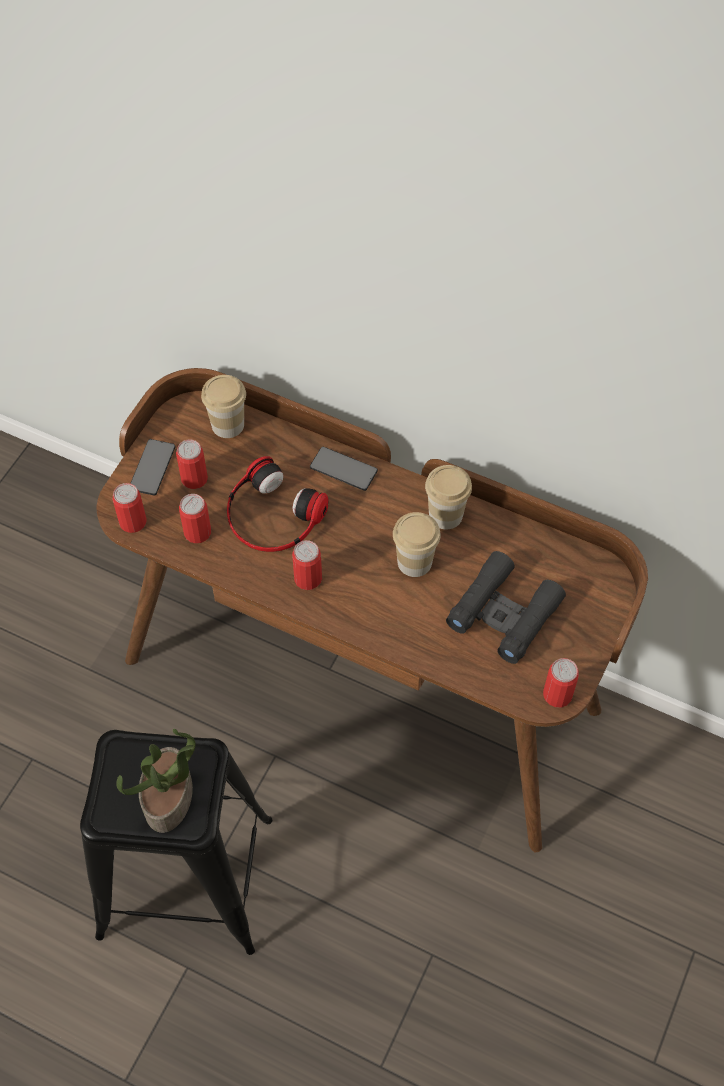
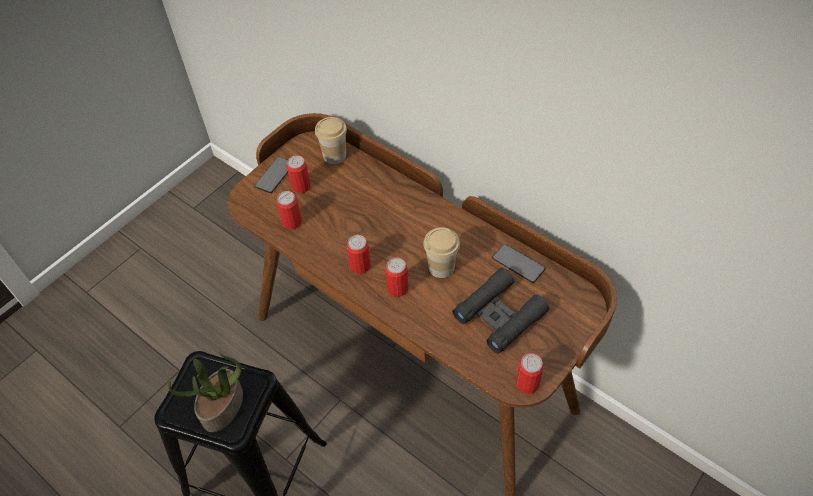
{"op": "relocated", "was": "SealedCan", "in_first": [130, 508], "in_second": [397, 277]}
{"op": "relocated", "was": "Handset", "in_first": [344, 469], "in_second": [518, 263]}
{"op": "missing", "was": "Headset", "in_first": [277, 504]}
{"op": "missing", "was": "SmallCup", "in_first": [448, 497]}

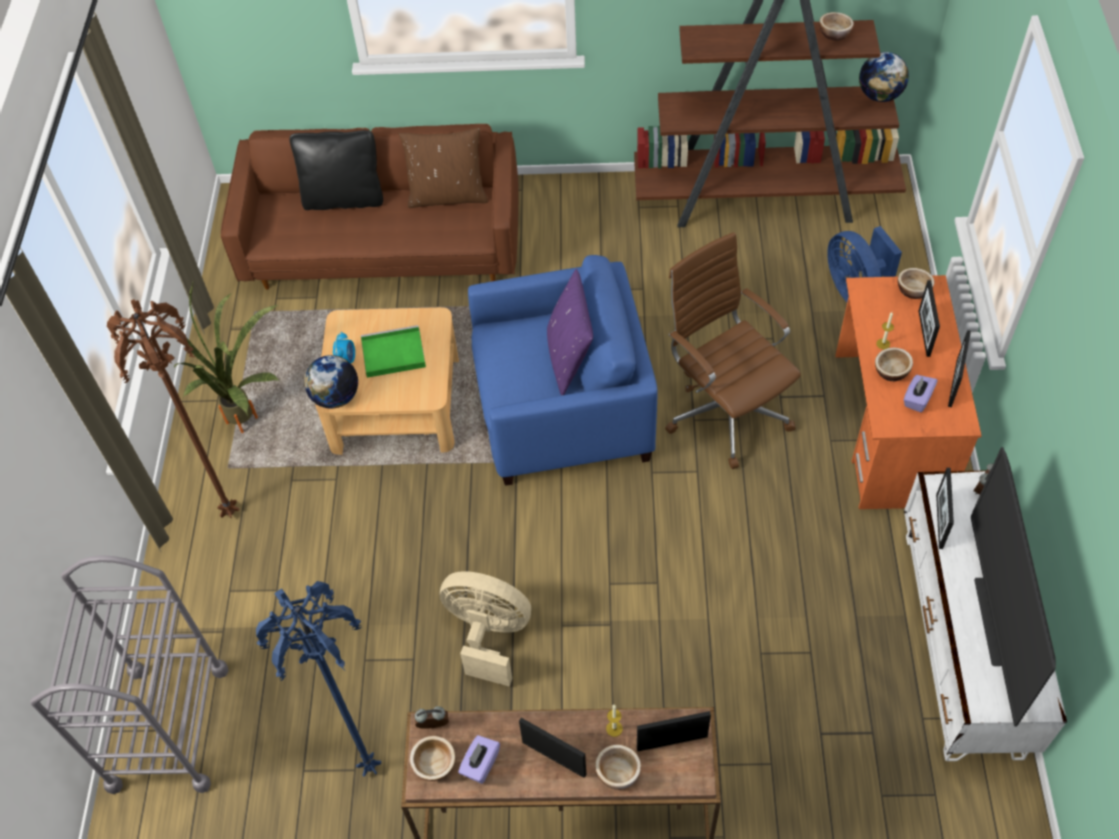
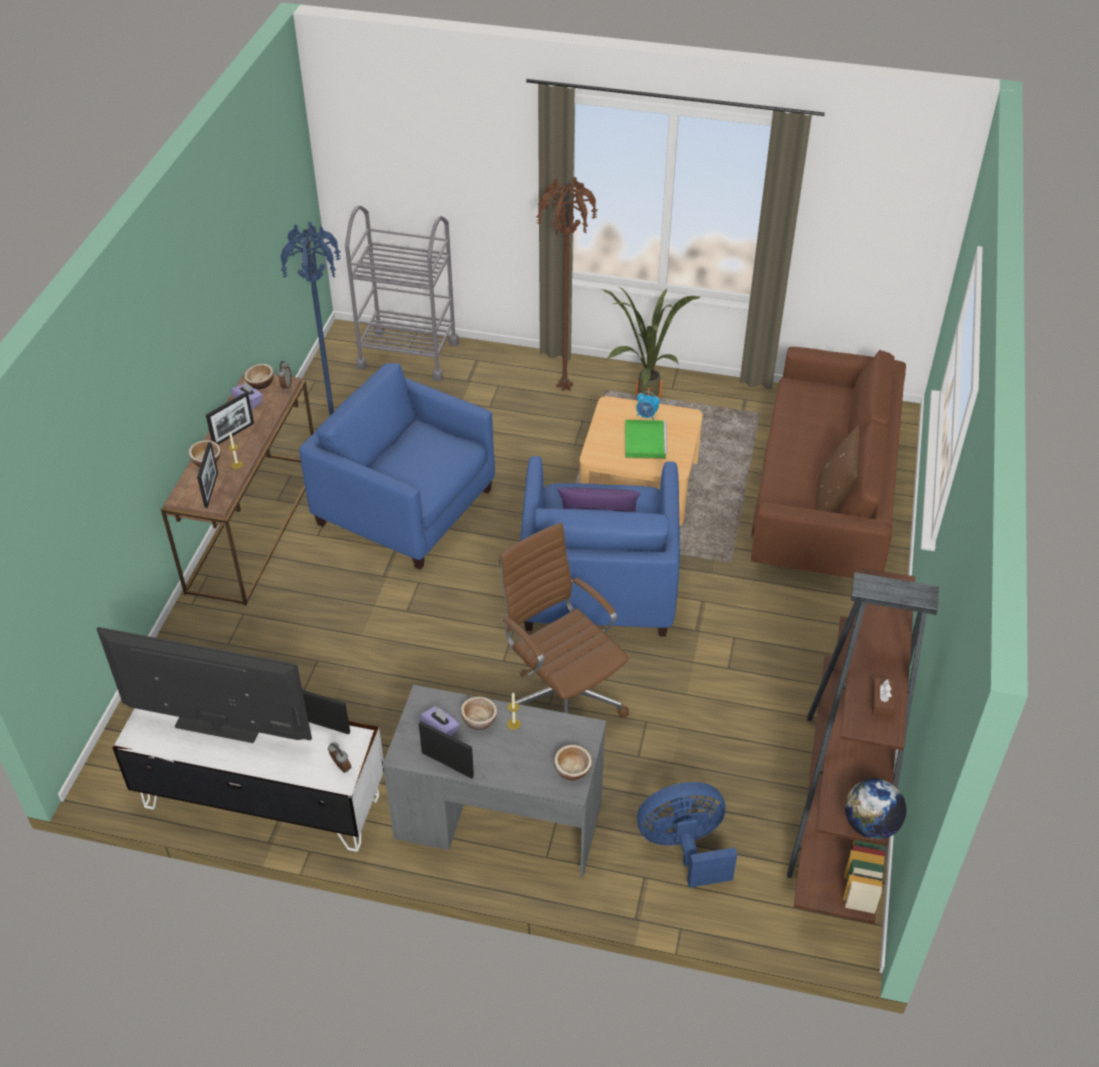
{"op": "exchanged", "was": "BeigeCoolingFan", "now": "BlueColouredLoungeChair", "in_first": [485, 629], "in_second": [397, 466]}
{"op": "colour", "was": "OrangeDesk", "now": "GreyDesk", "in_first": [908, 392], "in_second": [494, 781]}
{"op": "spun", "was": "BrownishOfficeChair", "in_first": [733, 350], "in_second": [564, 620], "clockwise": -105}
{"op": "exchanged", "was": "DeepDish", "now": "BrownishBoxOfTissues", "in_first": [836, 26], "in_second": [883, 698]}
{"op": "missing", "was": "BlackishThrowPillow", "in_first": [336, 170]}
{"op": "missing", "was": "DeskGlobe", "in_first": [331, 382]}
{"op": "missing", "was": "PhotoFrame", "in_first": [929, 318]}

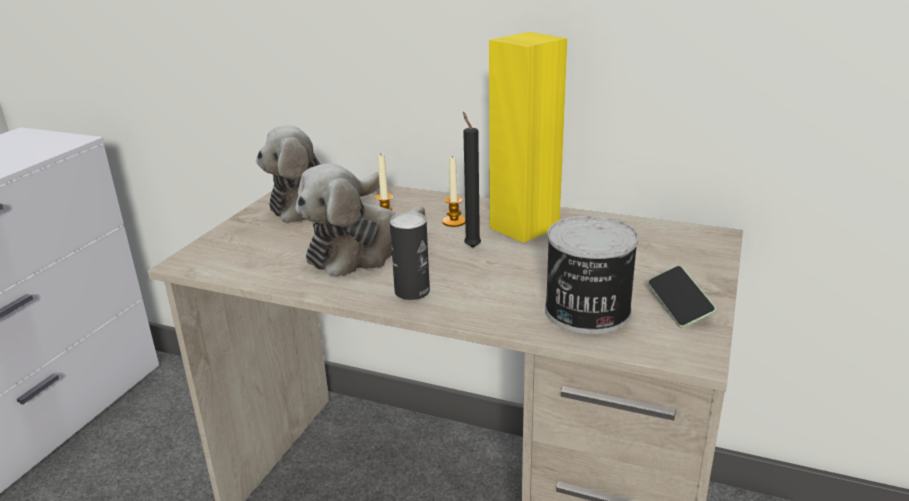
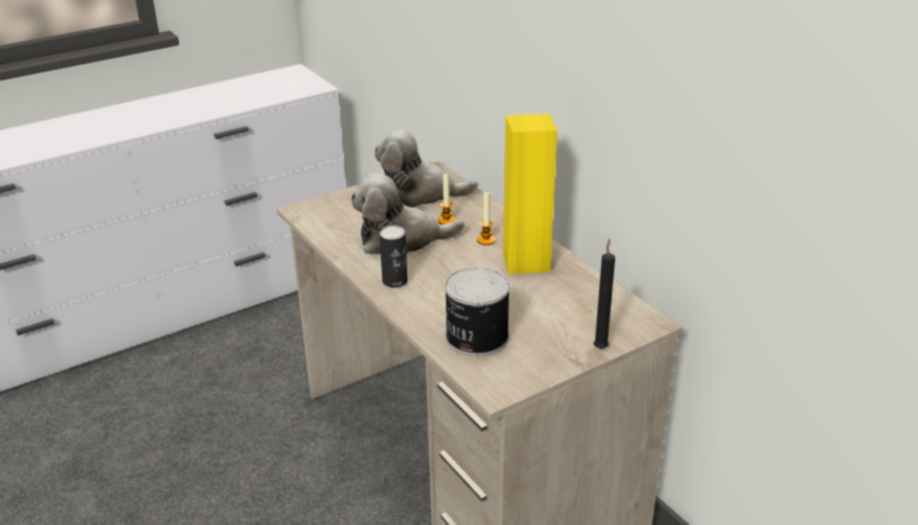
{"op": "relocated", "was": "BlackishWaxCandle", "in_first": [472, 180], "in_second": [604, 293]}
{"op": "missing", "was": "Handset", "in_first": [681, 297]}

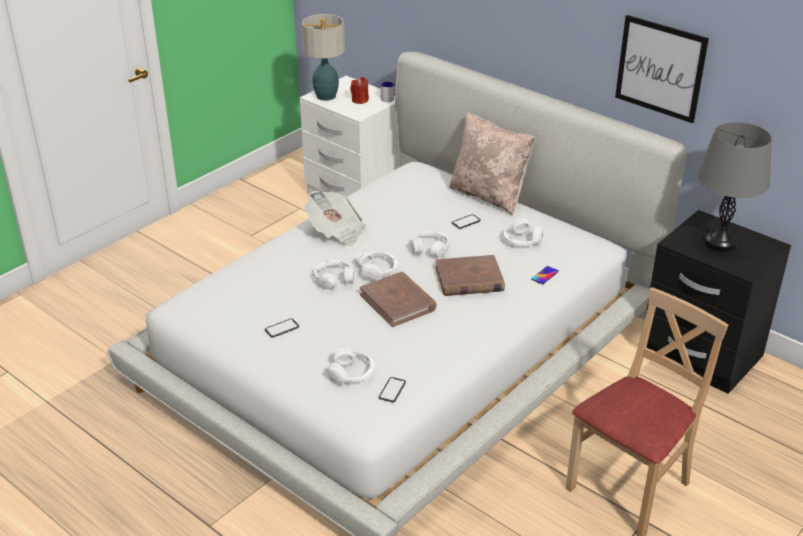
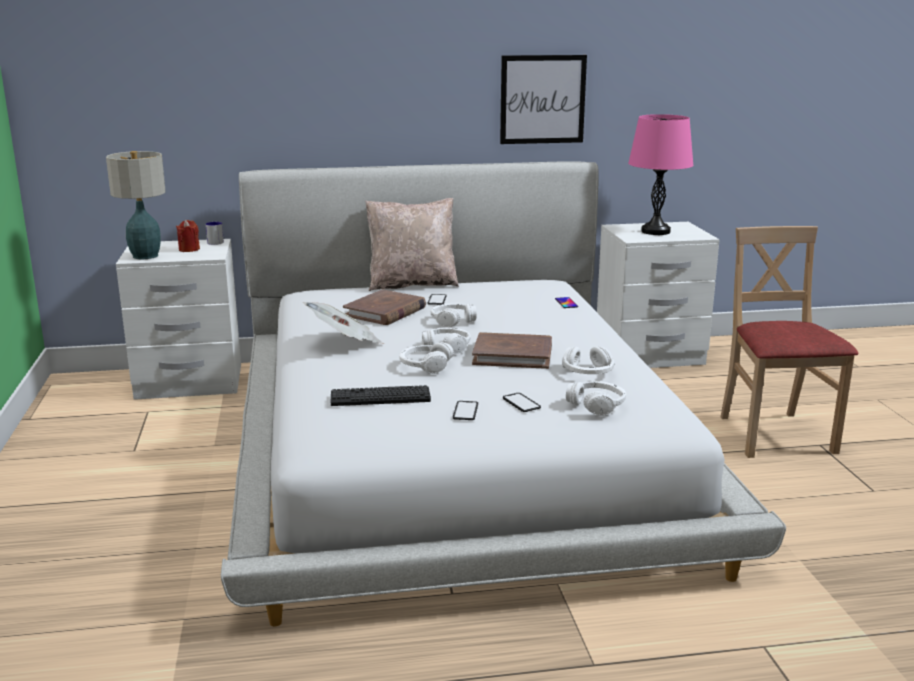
{"op": "appeared", "now": "Keyboard", "in_second": [381, 395]}
{"op": "relocated", "was": "BrownishBoundBook", "in_first": [470, 275], "in_second": [384, 307]}
{"op": "relocated", "was": "Handset", "in_first": [392, 389], "in_second": [522, 402]}
{"op": "relocated", "was": "WhitishHeadset", "in_first": [523, 232], "in_second": [588, 360]}
{"op": "colour", "was": "BlackishNightTable", "now": "WhitishNightTable", "in_first": [718, 302], "in_second": [658, 295]}
{"op": "colour", "was": "GreyTabletopLamp", "now": "PinkishTabletopLamp", "in_first": [735, 187], "in_second": [661, 174]}

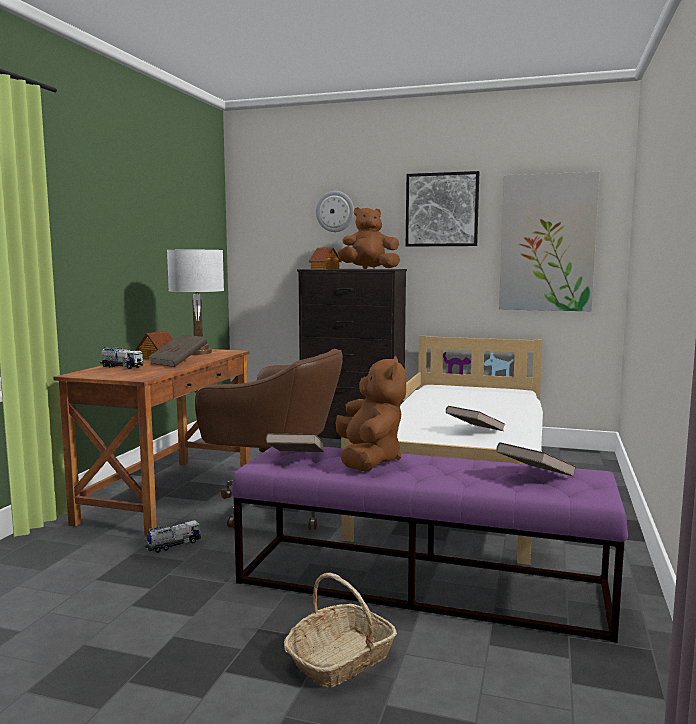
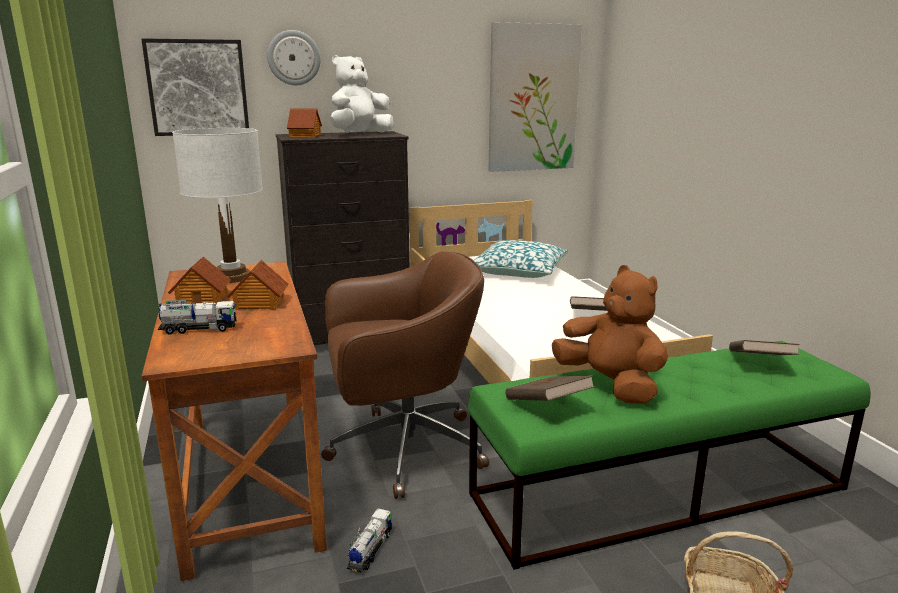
{"op": "relocated", "was": "WallPicture", "in_first": [442, 209], "in_second": [195, 87]}
{"op": "exchanged", "was": "BrownishBoundBook", "now": "MiniatureHouse", "in_first": [178, 350], "in_second": [257, 285]}
{"op": "colour", "was": "BrownishSoftToy", "now": "WhitishSoftToy", "in_first": [368, 238], "in_second": [362, 94]}
{"op": "colour", "was": "PurpleBench", "now": "GreenColouredBench", "in_first": [430, 545], "in_second": [669, 455]}
{"op": "appeared", "now": "ThrowPillow", "in_second": [521, 259]}

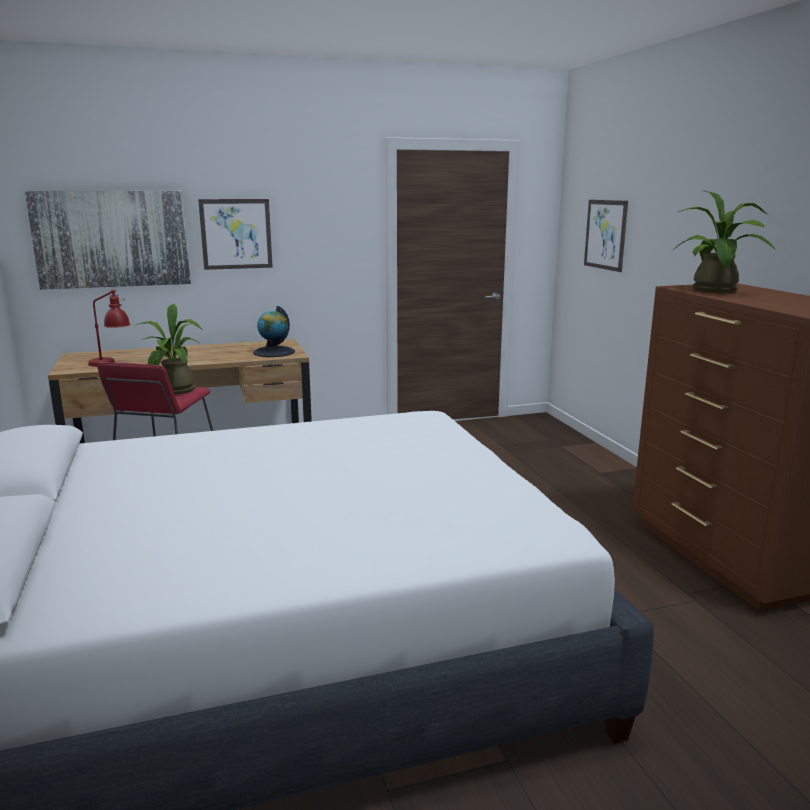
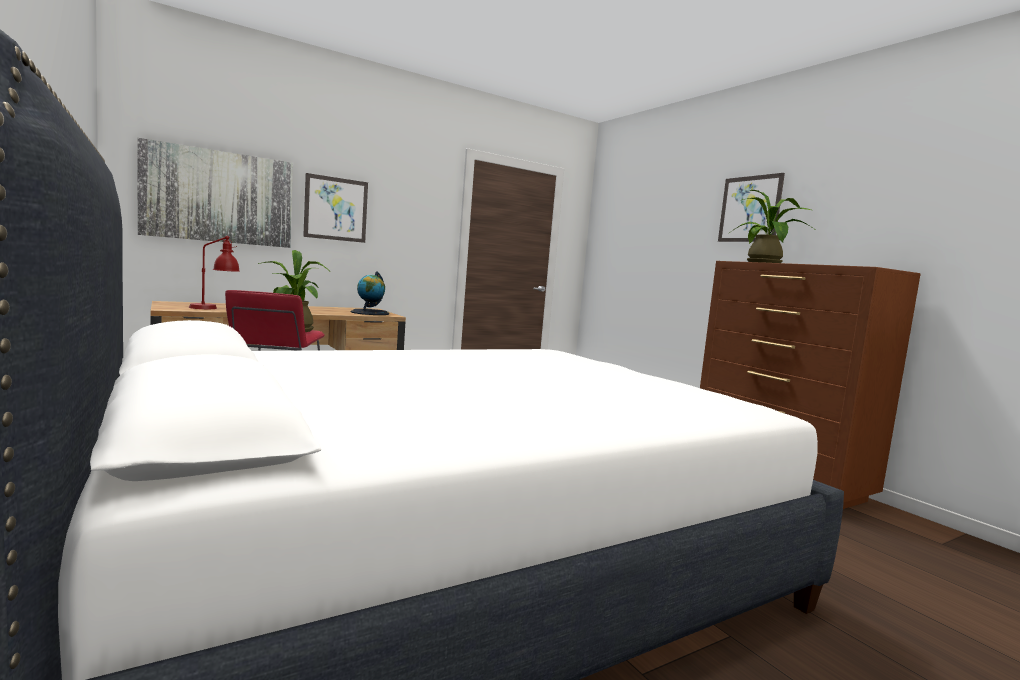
{"op": "relocated", "was": "WallPicture", "in_first": [606, 236], "in_second": [751, 207]}

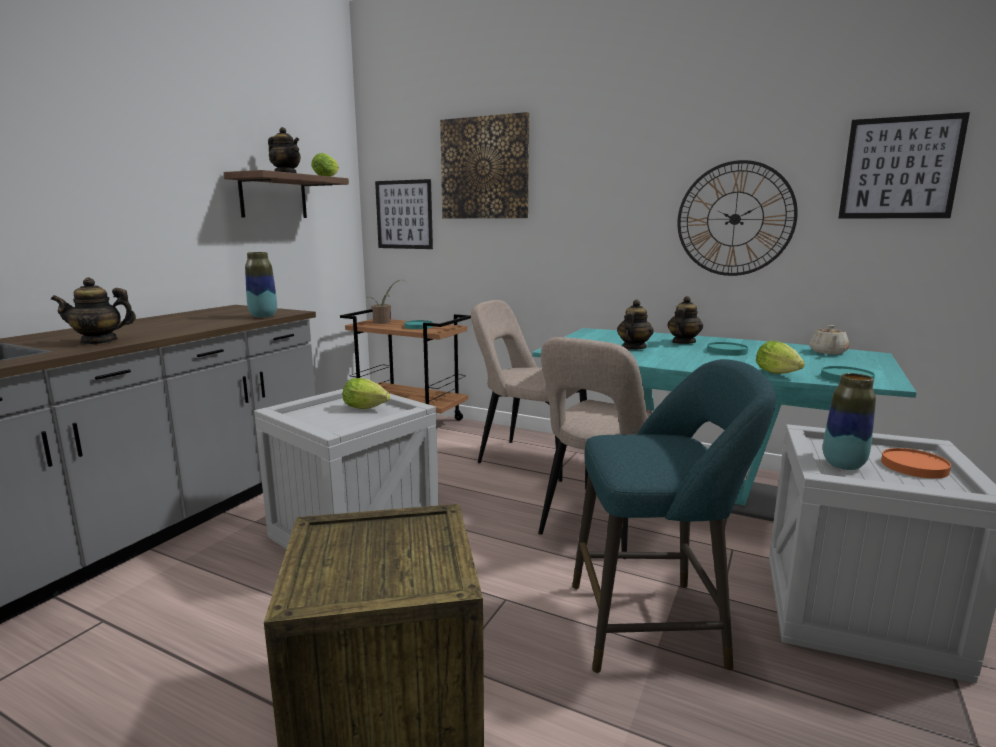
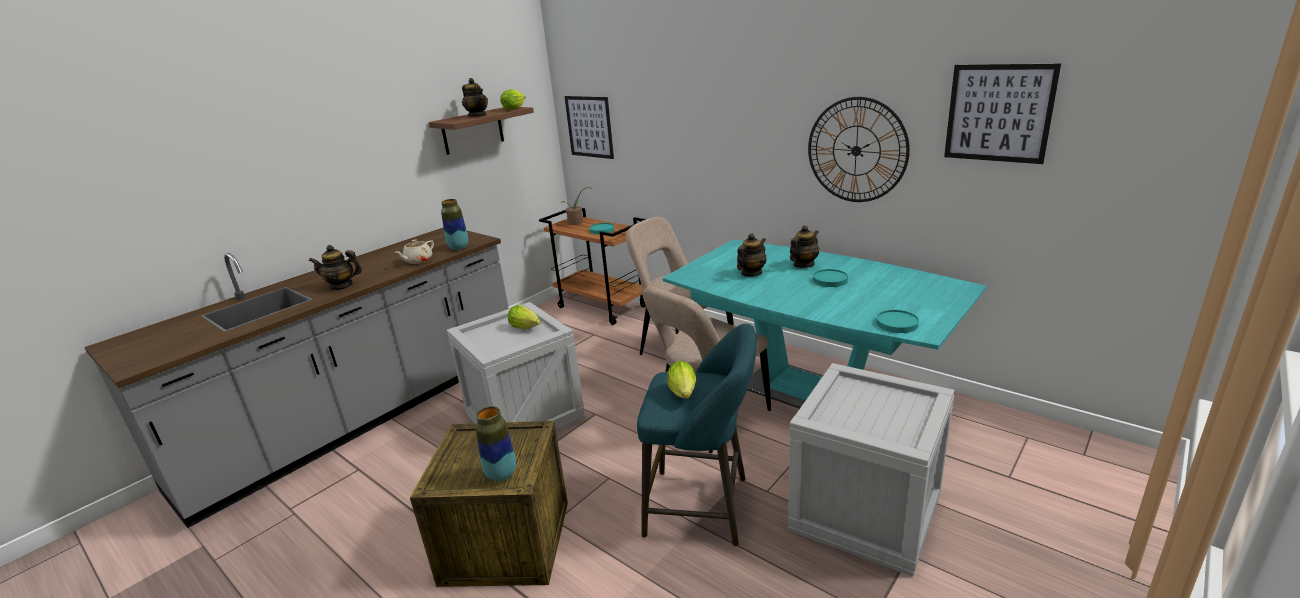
{"op": "relocated", "was": "BeigeTeaPot", "in_first": [829, 339], "in_second": [414, 251]}
{"op": "relocated", "was": "DecorativeVase", "in_first": [849, 421], "in_second": [496, 444]}
{"op": "relocated", "was": "LettuceHead", "in_first": [780, 357], "in_second": [681, 379]}
{"op": "missing", "was": "WallPicture", "in_first": [485, 165]}
{"op": "missing", "was": "OrangeDinnerPlate", "in_first": [916, 463]}

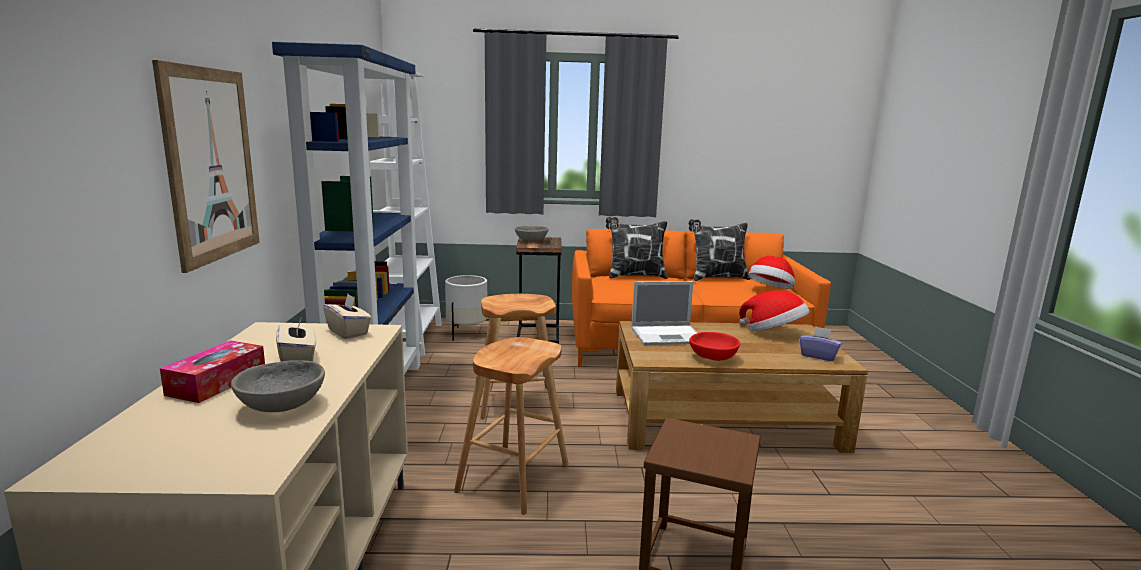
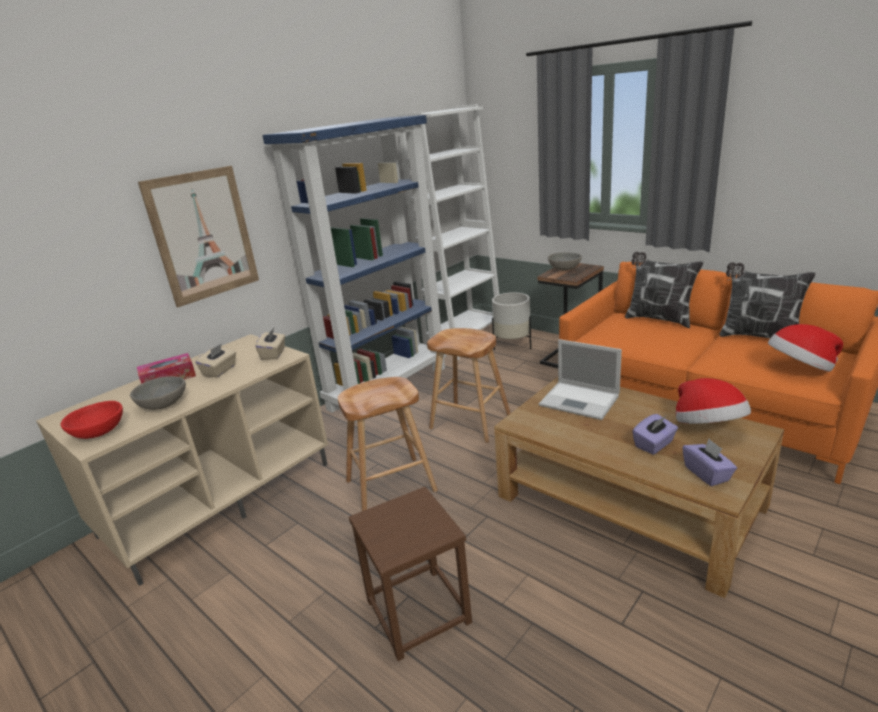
{"op": "relocated", "was": "ReddishDeepDish", "in_first": [714, 346], "in_second": [92, 420]}
{"op": "appeared", "now": "PurpleBoxOfTissues", "in_second": [655, 434]}

